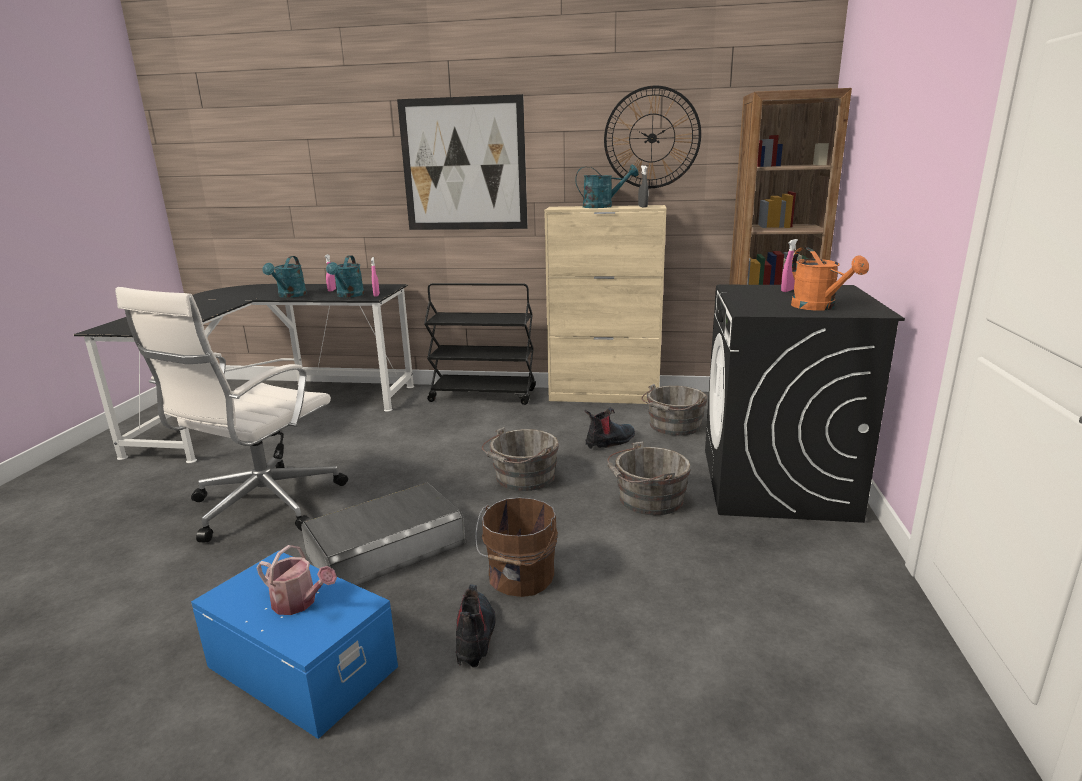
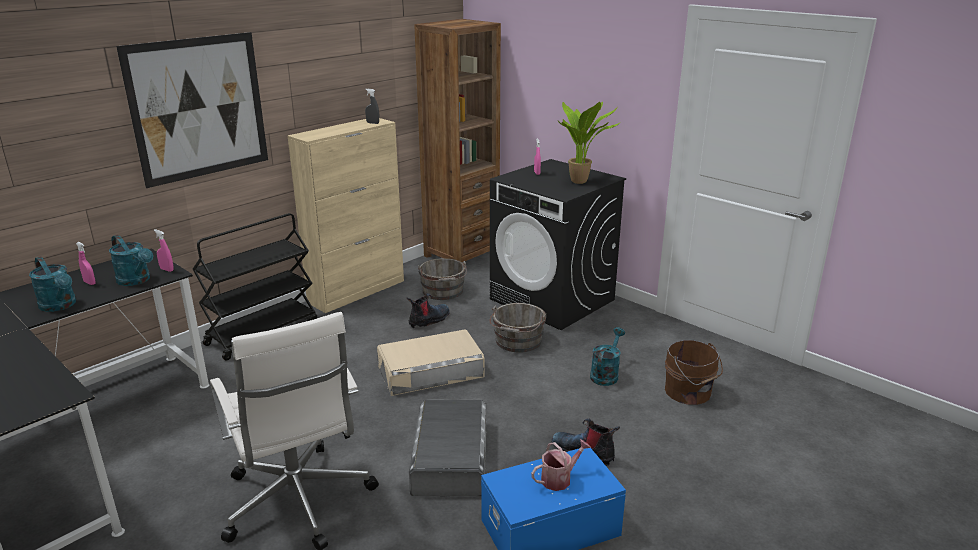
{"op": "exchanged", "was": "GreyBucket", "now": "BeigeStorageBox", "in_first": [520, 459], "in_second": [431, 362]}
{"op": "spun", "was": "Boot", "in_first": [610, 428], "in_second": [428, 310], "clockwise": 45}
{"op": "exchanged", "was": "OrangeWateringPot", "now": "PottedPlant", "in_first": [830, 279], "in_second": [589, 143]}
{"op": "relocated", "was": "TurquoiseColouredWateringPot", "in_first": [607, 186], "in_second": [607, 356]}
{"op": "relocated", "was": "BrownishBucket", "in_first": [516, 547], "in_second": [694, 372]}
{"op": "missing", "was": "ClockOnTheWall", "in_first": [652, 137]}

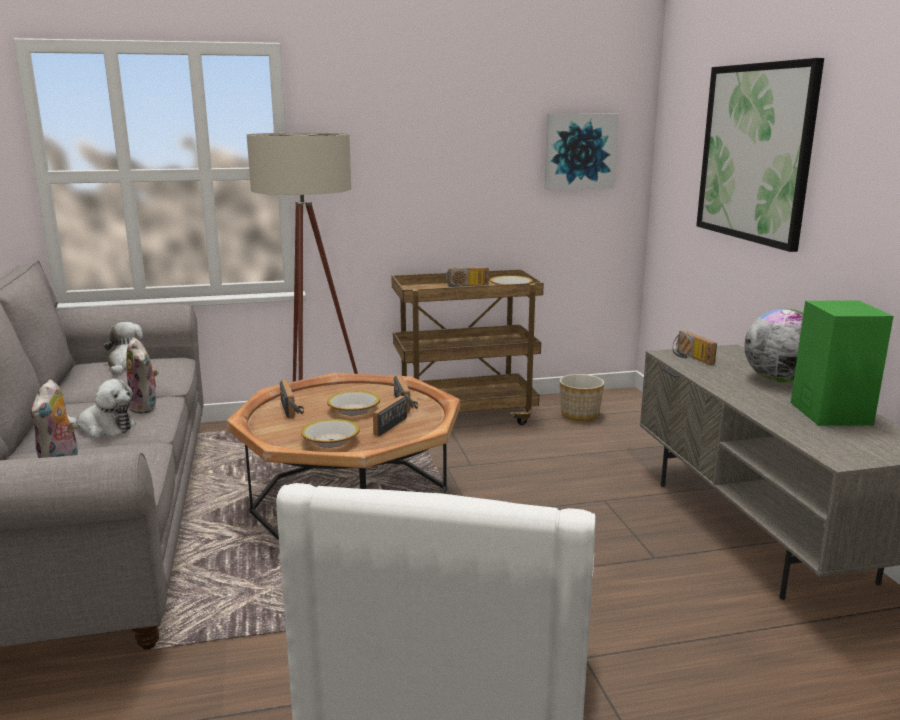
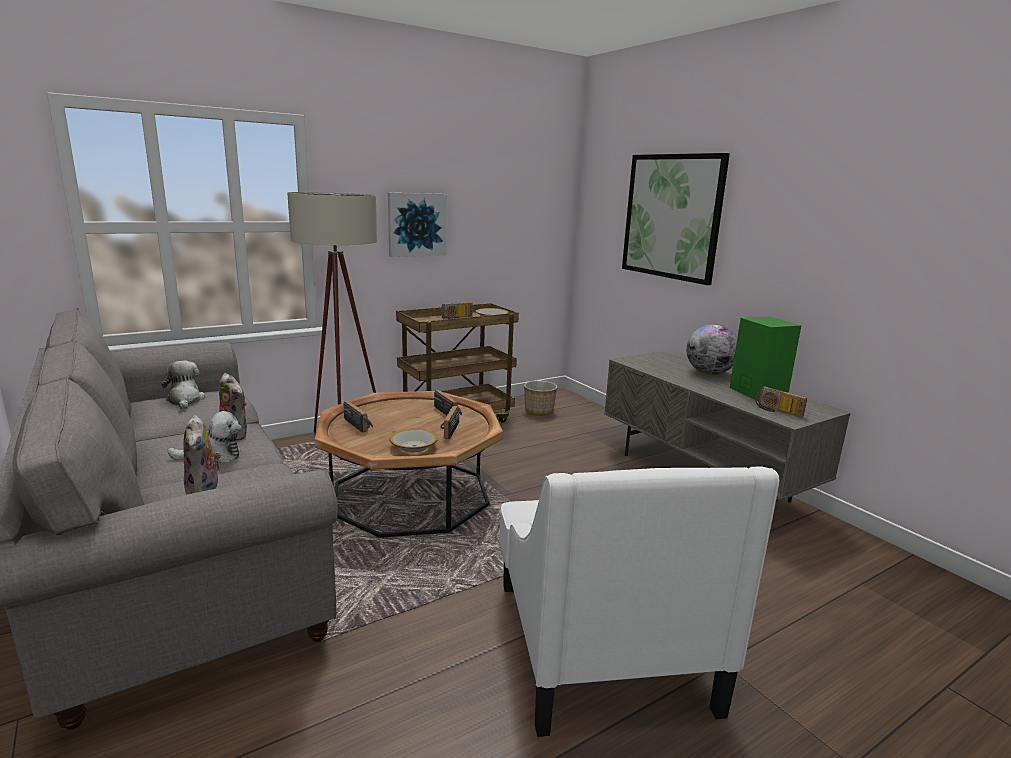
{"op": "relocated", "was": "WallPicture", "in_first": [581, 152], "in_second": [417, 225]}
{"op": "relocated", "was": "RadioSet", "in_first": [694, 348], "in_second": [781, 401]}
{"op": "missing", "was": "DeepDish", "in_first": [353, 403]}

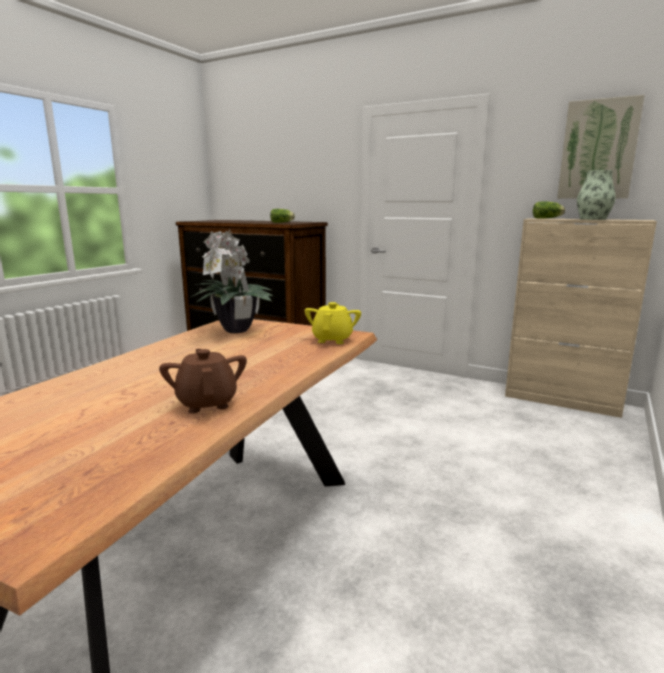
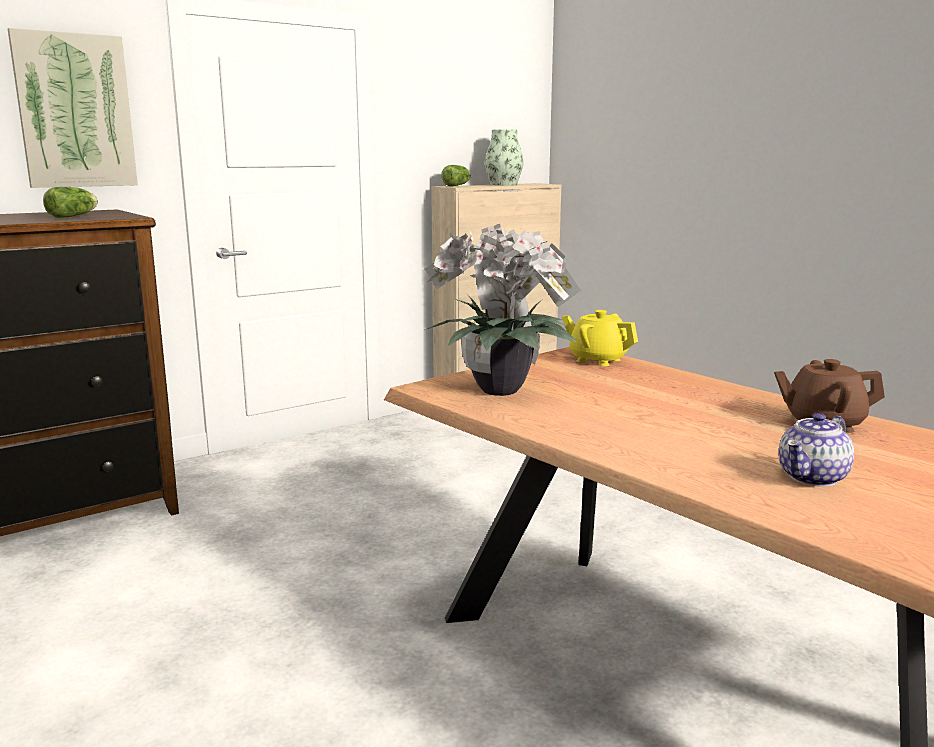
{"op": "relocated", "was": "WallPicture", "in_first": [601, 147], "in_second": [73, 108]}
{"op": "appeared", "now": "TeaPot", "in_second": [816, 450]}

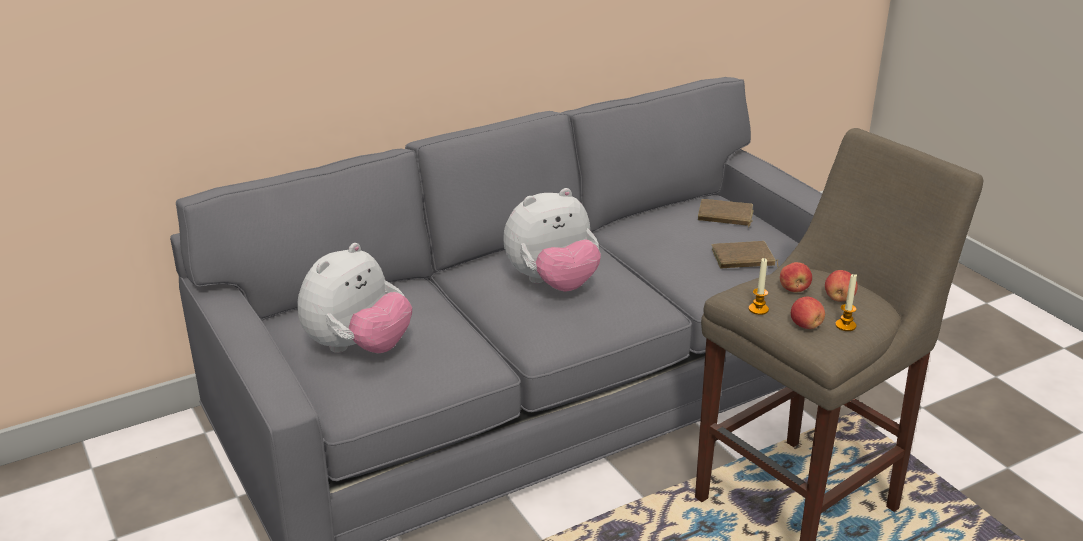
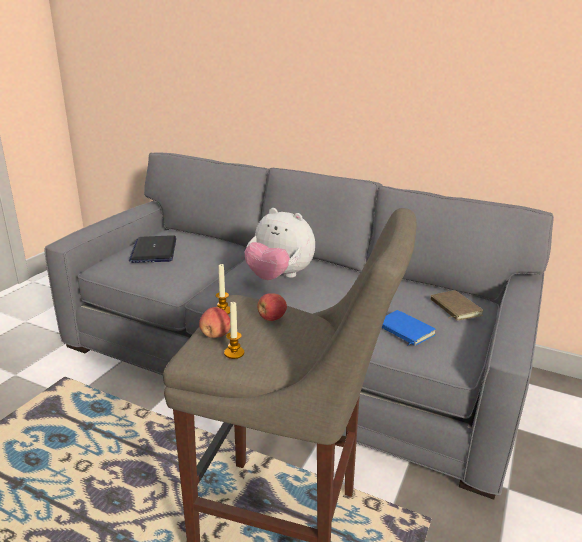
{"op": "exchanged", "was": "SoftToy", "now": "PortableComputer", "in_first": [354, 298], "in_second": [152, 249]}
{"op": "colour", "was": "BrownishBoundBook", "now": "BlueColouredBoundBook", "in_first": [745, 255], "in_second": [409, 328]}
{"op": "missing", "was": "AppleFruit", "in_first": [841, 285]}

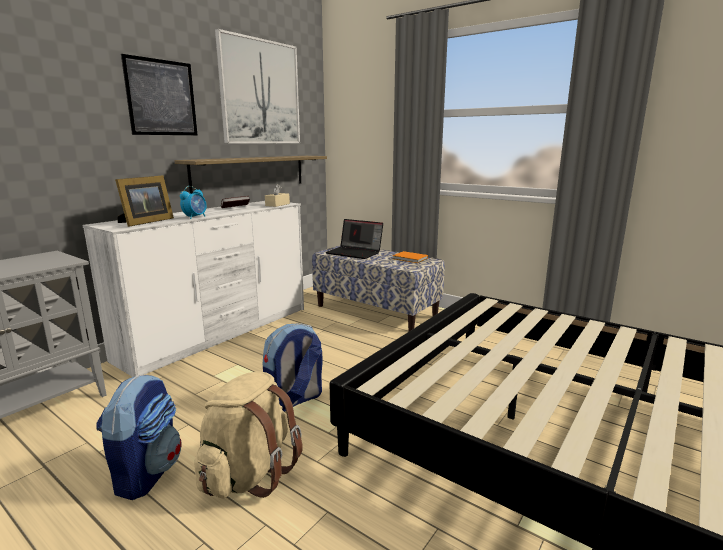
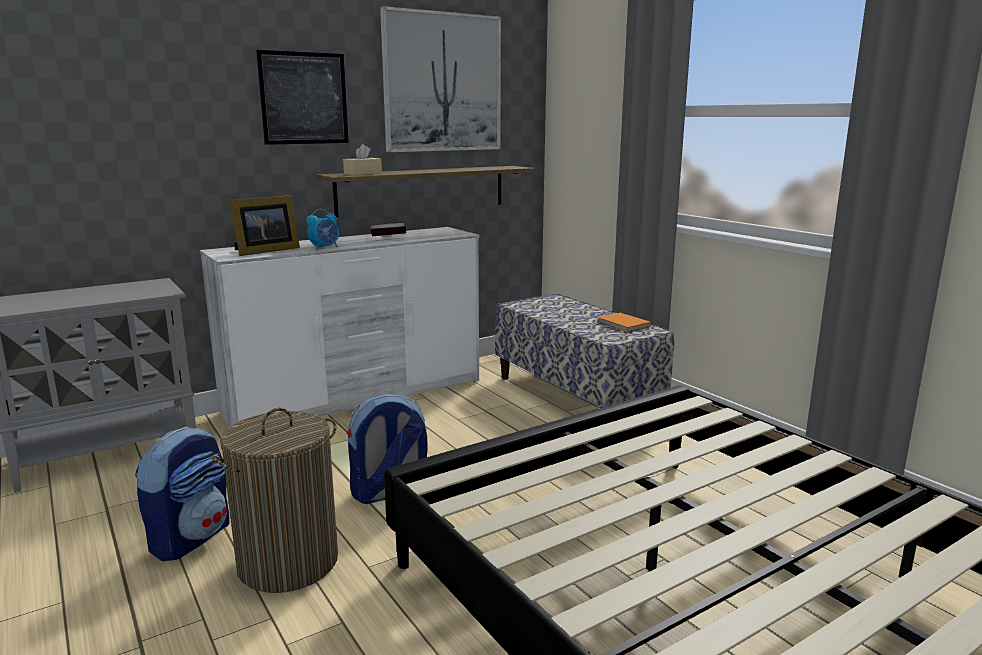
{"op": "exchanged", "was": "BeigeRucksack", "now": "WashingBasket", "in_first": [248, 435], "in_second": [275, 500]}
{"op": "relocated", "was": "BeigeBoxOfTissues", "in_first": [277, 195], "in_second": [362, 159]}
{"op": "missing", "was": "PortableComputer", "in_first": [354, 239]}

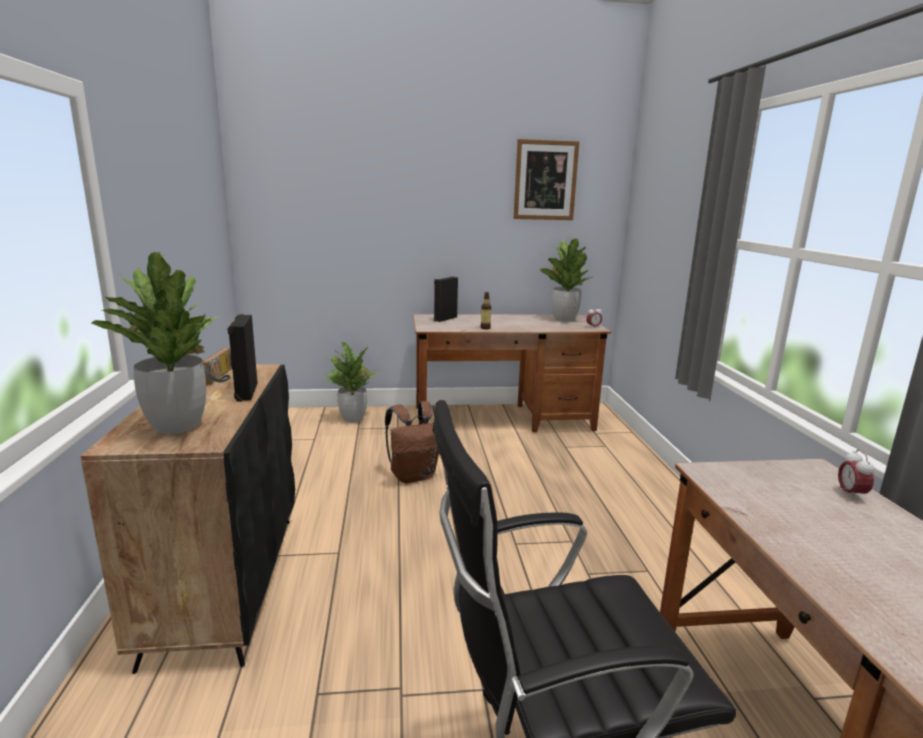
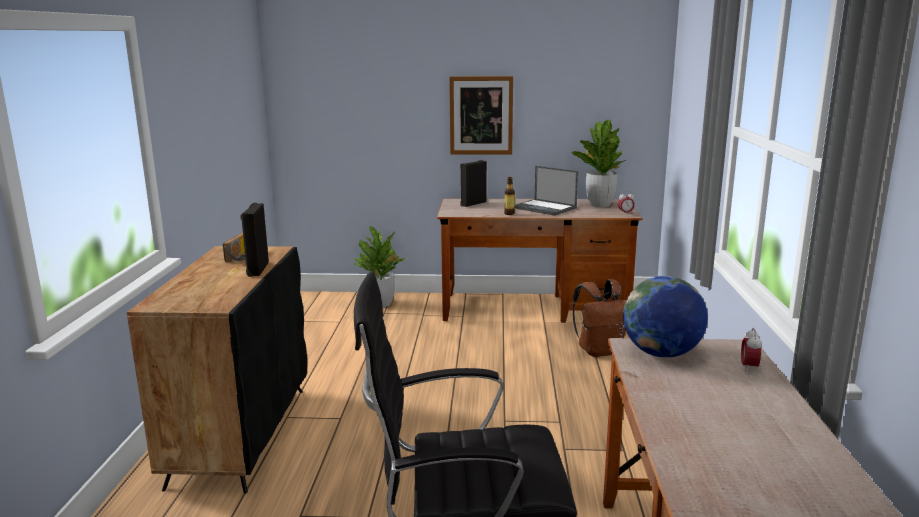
{"op": "relocated", "was": "WallPicture", "in_first": [546, 179], "in_second": [481, 115]}
{"op": "appeared", "now": "PortableComputer", "in_second": [546, 191]}
{"op": "relocated", "was": "BrownishRucksack", "in_first": [412, 442], "in_second": [599, 318]}
{"op": "appeared", "now": "DeskGlobe", "in_second": [665, 317]}
{"op": "missing", "was": "PottedPlant", "in_first": [154, 343]}

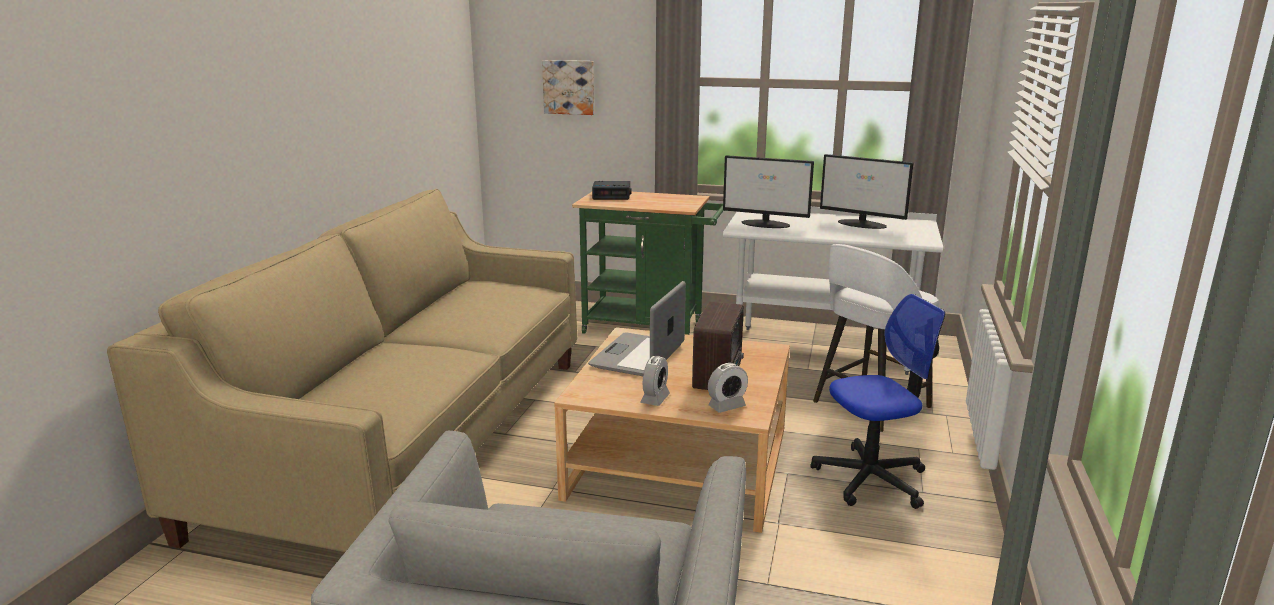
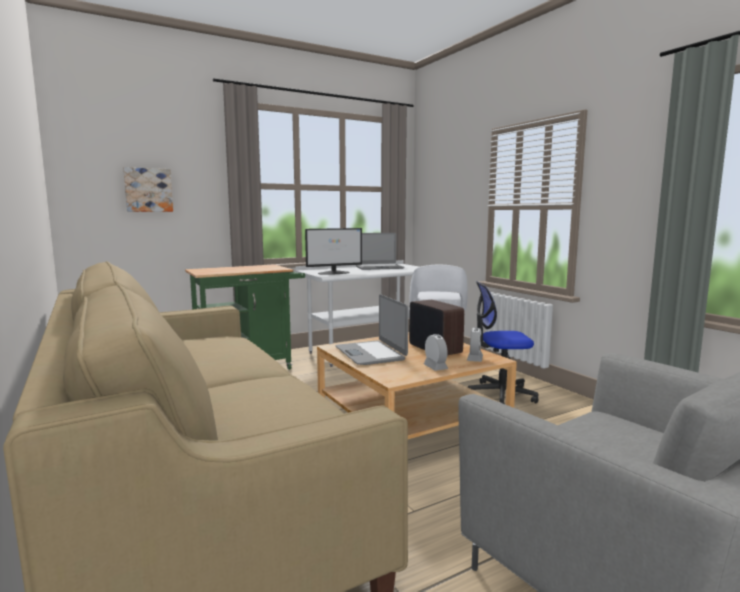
{"op": "exchanged", "was": "ComputerScreen", "now": "PortableComputer", "in_first": [866, 191], "in_second": [380, 251]}
{"op": "spun", "was": "OfficeChair", "in_first": [878, 401], "in_second": [503, 342], "clockwise": -120}
{"op": "missing", "was": "TableClock", "in_first": [612, 190]}

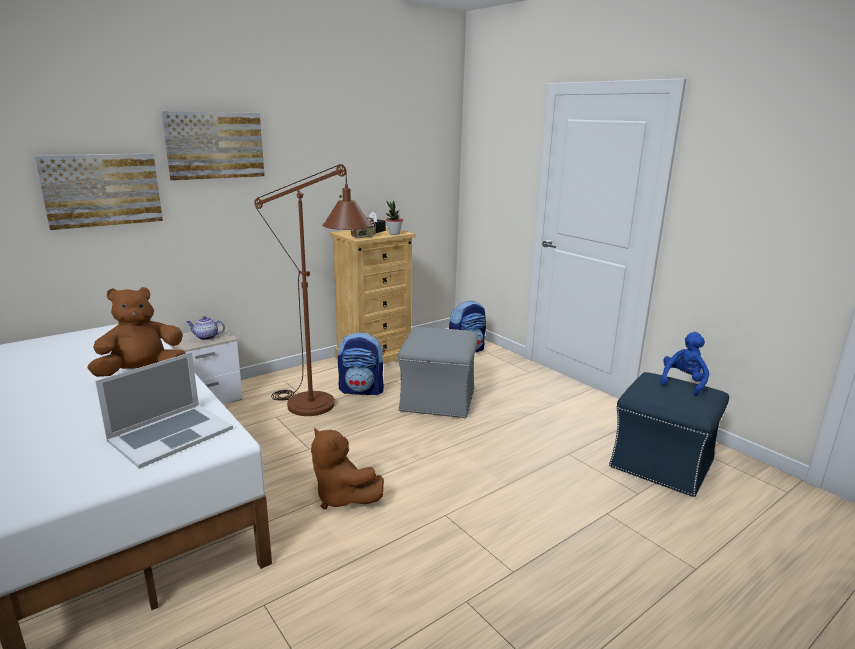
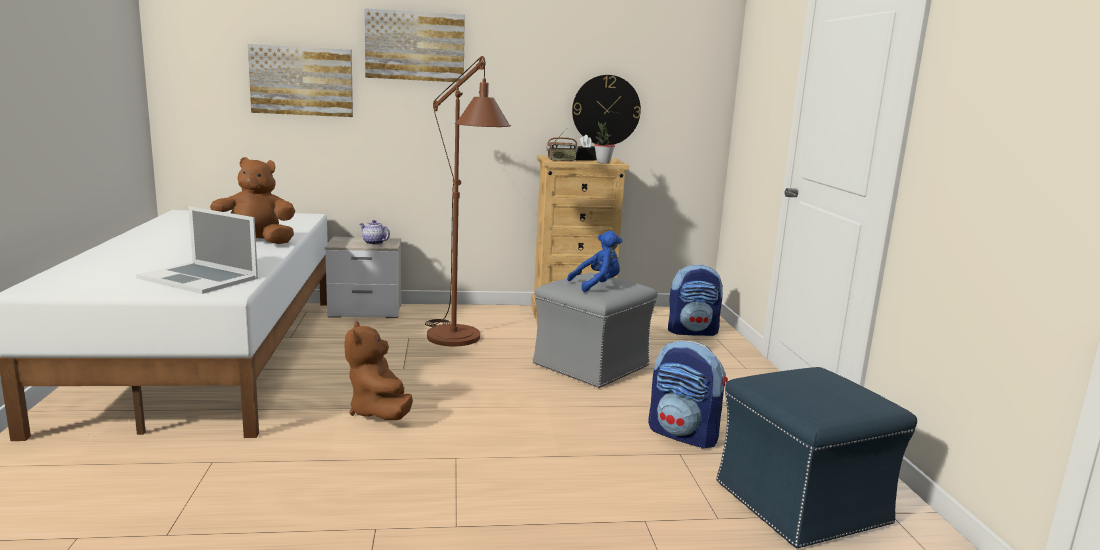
{"op": "spun", "was": "PortableComputer", "in_first": [164, 410], "in_second": [197, 250], "clockwise": 45}
{"op": "relocated", "was": "BlueColouredSoftToy", "in_first": [684, 364], "in_second": [594, 261]}
{"op": "appeared", "now": "ClockOnTheWall", "in_second": [606, 110]}
{"op": "relocated", "was": "Rucksack", "in_first": [361, 363], "in_second": [688, 394]}

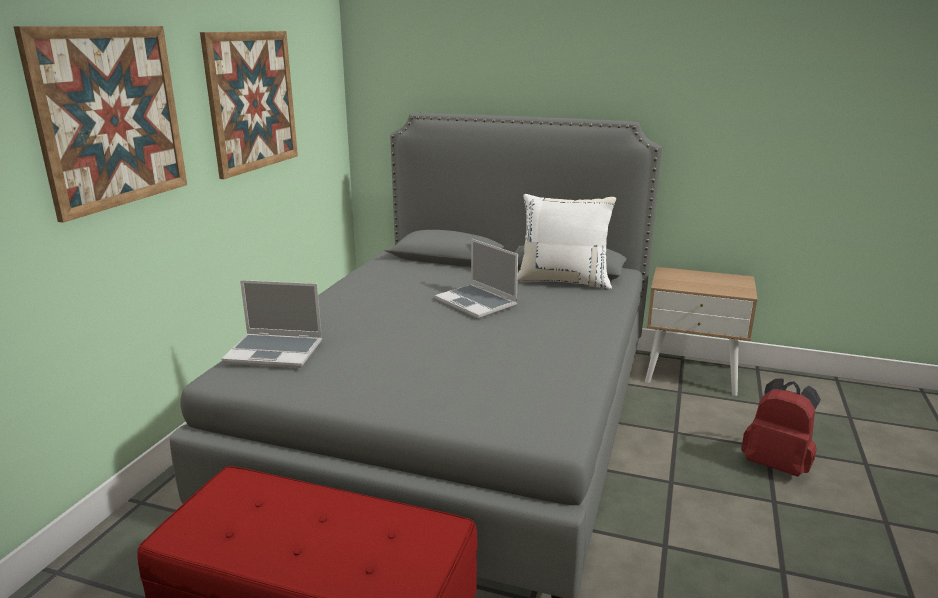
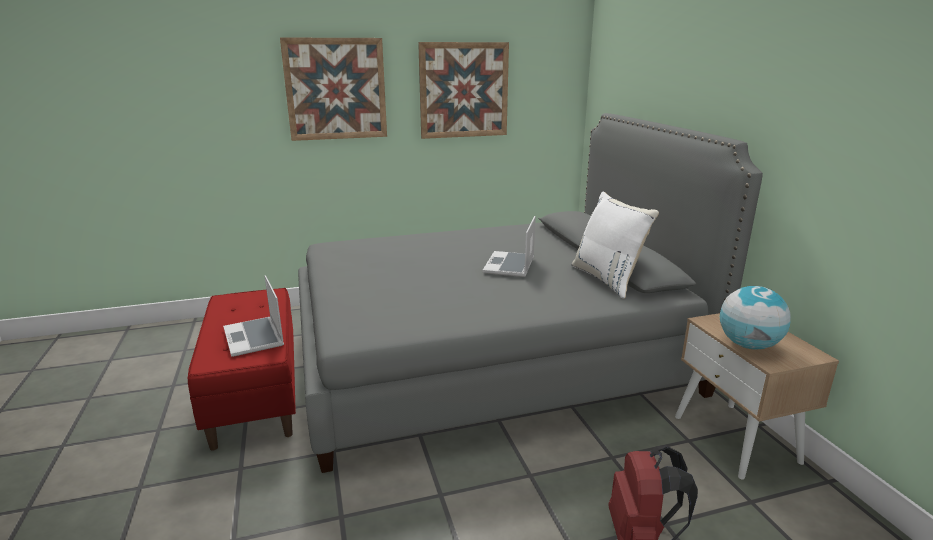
{"op": "relocated", "was": "PortableComputer", "in_first": [272, 324], "in_second": [253, 316]}
{"op": "appeared", "now": "DeskGlobe", "in_second": [755, 318]}

